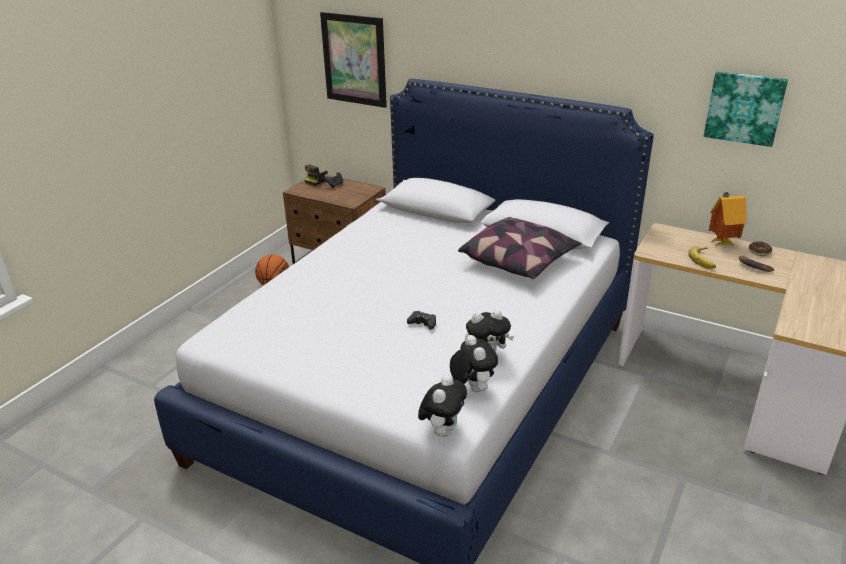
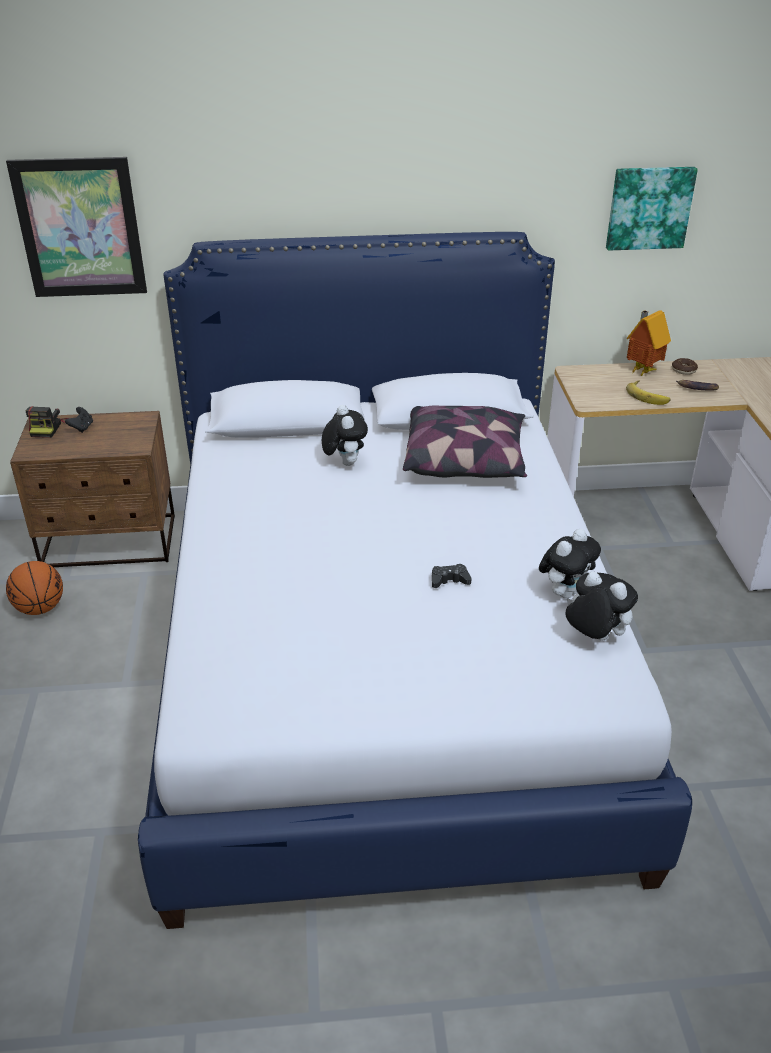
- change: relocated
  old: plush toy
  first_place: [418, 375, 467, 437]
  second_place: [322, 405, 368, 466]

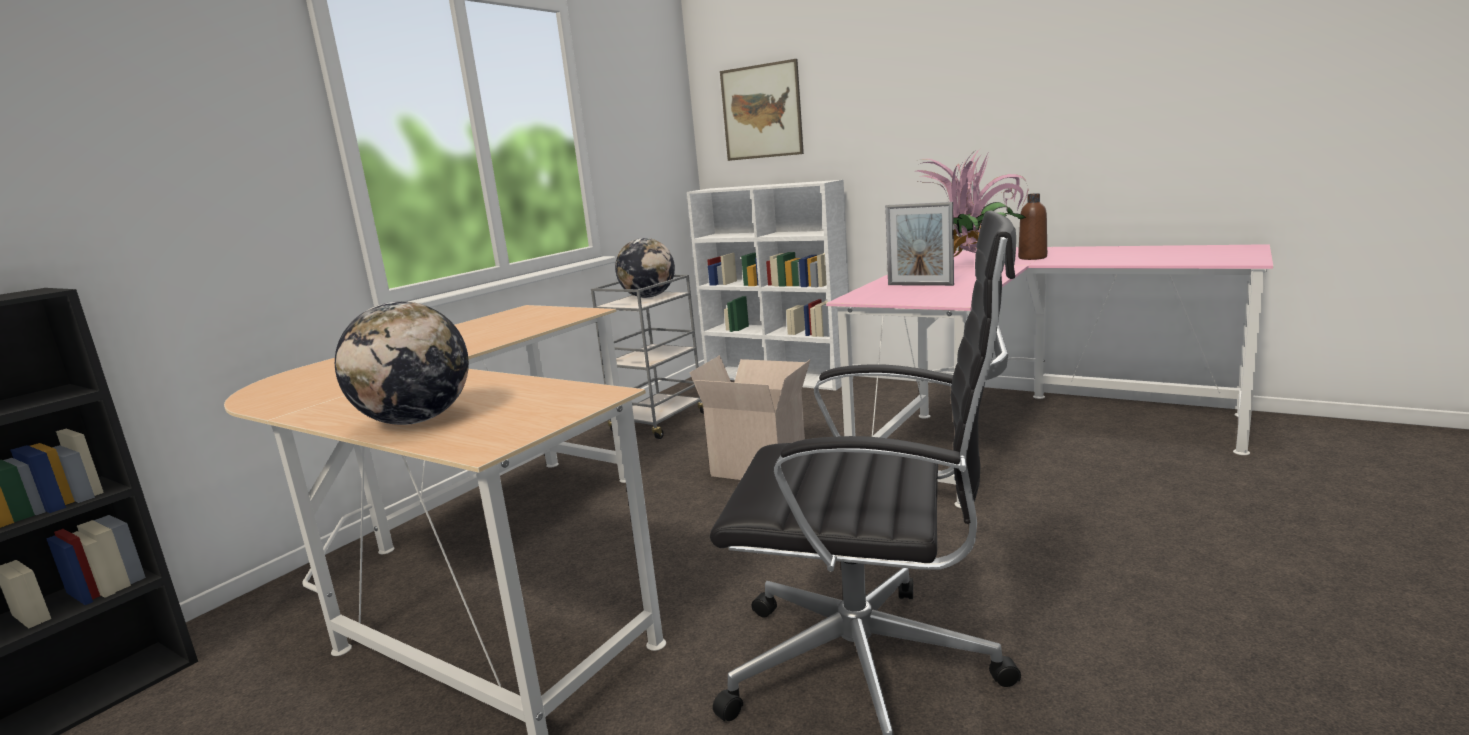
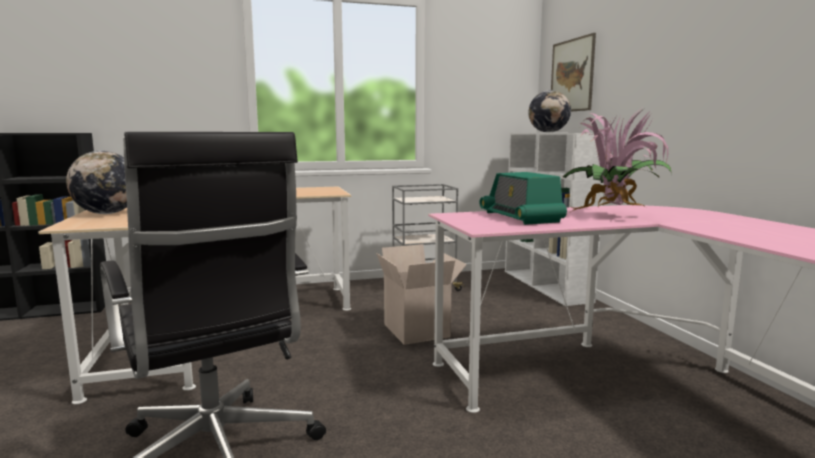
- change: relocated
  old: globe
  first_place: [615, 238, 675, 298]
  second_place: [528, 90, 571, 133]
- change: exchanged
  old: picture frame
  new: radio
  first_place: [885, 202, 954, 286]
  second_place: [479, 172, 567, 225]
- change: missing
  old: brown bottle
  first_place: [1018, 193, 1047, 260]

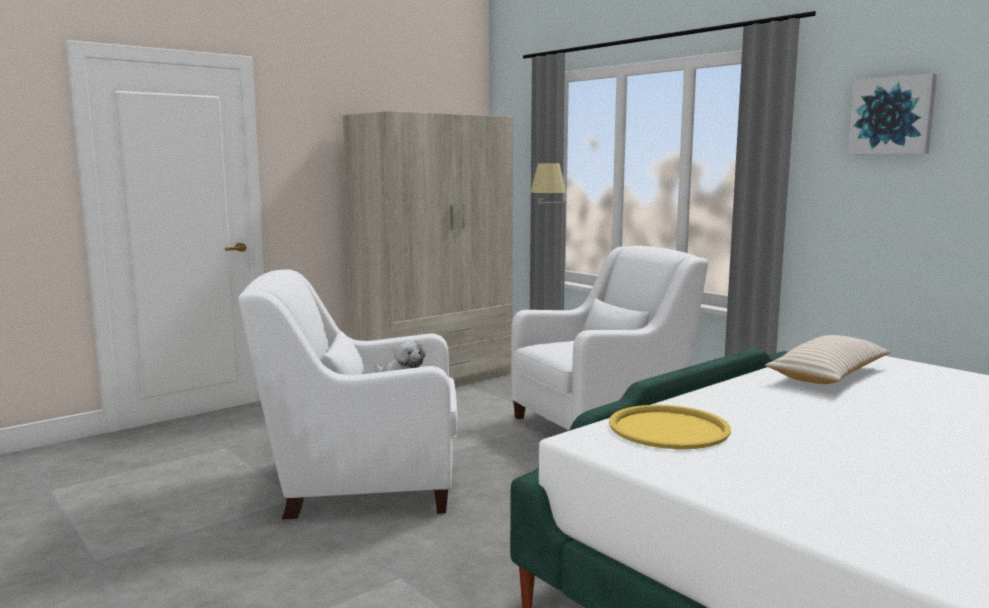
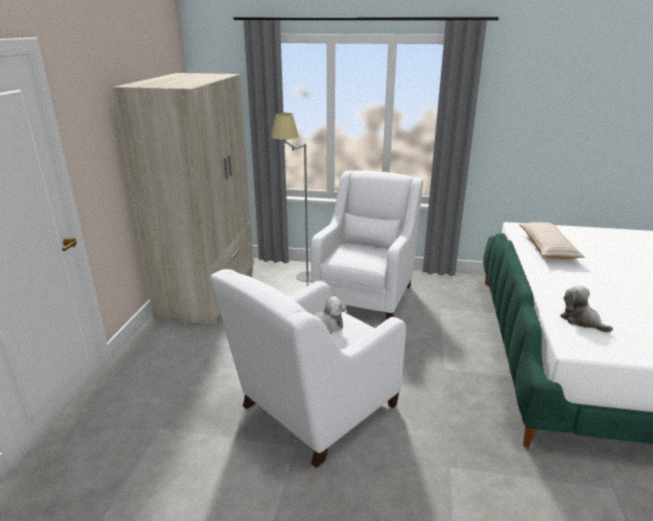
- change: exchanged
  old: yellow tray
  new: plush toy
  first_place: [609, 405, 731, 449]
  second_place: [560, 286, 613, 333]
- change: missing
  old: picture
  first_place: [848, 74, 937, 154]

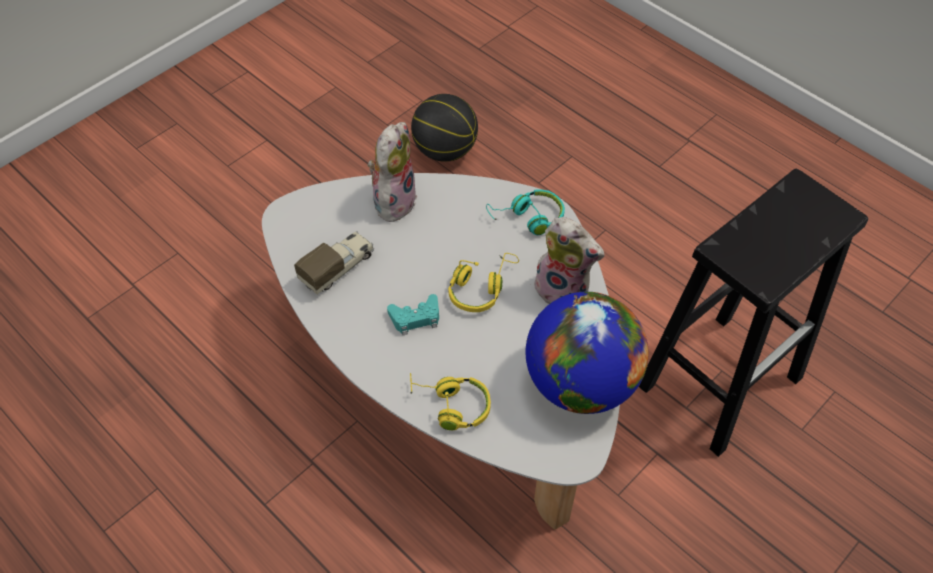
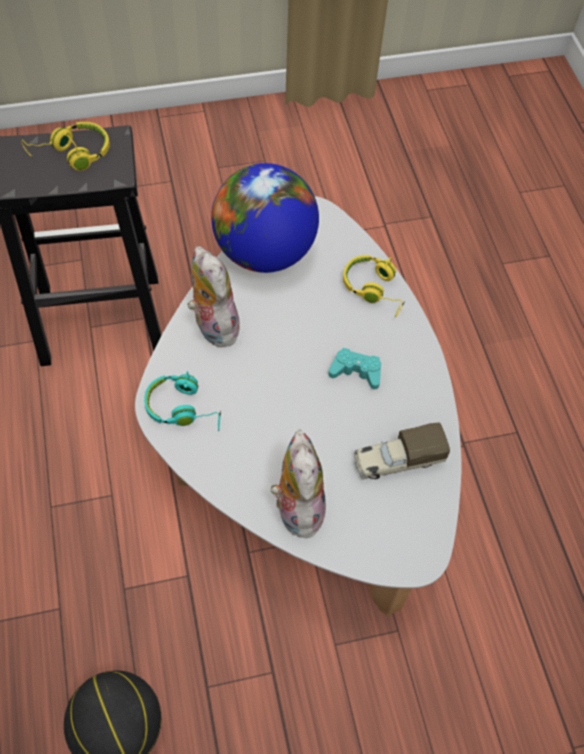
- change: spun
  old: plush toy
  first_place: [368, 122, 417, 223]
  second_place: [271, 429, 326, 539]
  degrees: 120
- change: relocated
  old: yellow headphones
  first_place: [448, 253, 519, 312]
  second_place: [21, 122, 110, 171]

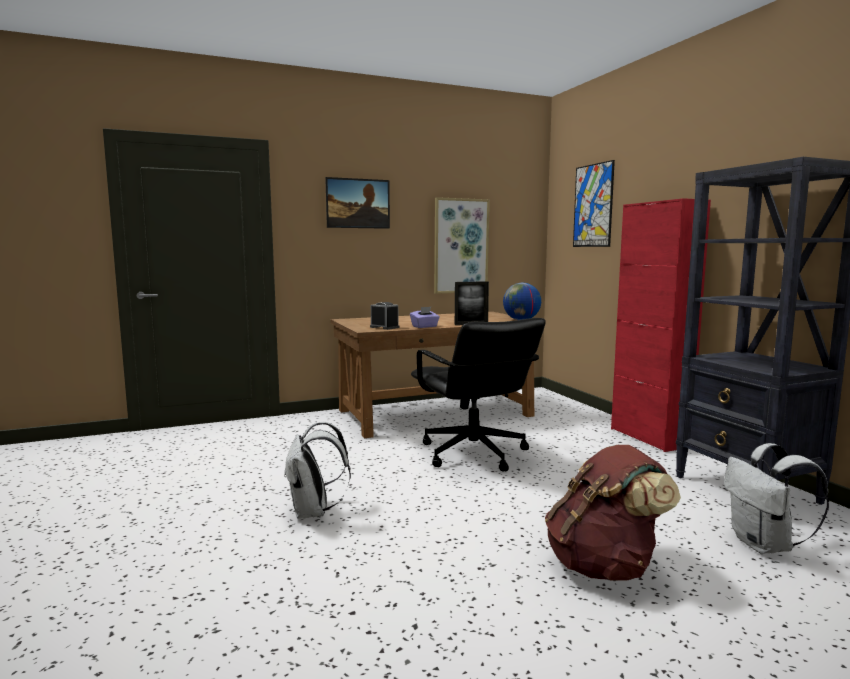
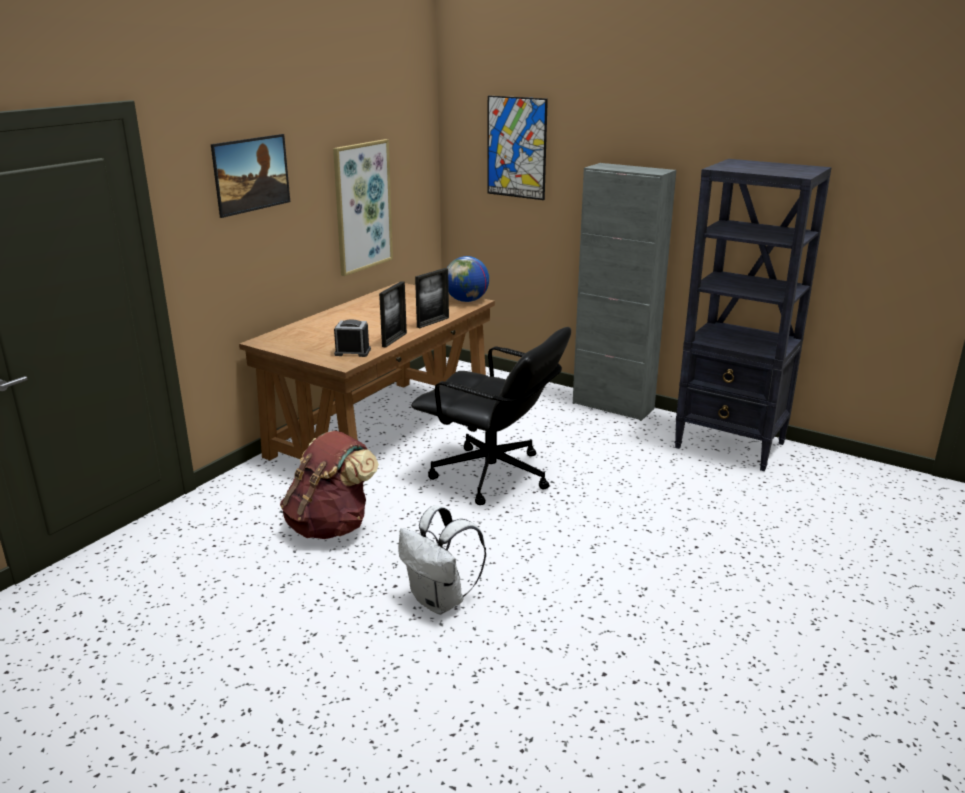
- change: exchanged
  old: purple tissue box
  new: picture frame
  first_place: [410, 307, 440, 328]
  second_place: [379, 281, 407, 348]
- change: relocated
  old: brown backpack
  first_place: [545, 445, 681, 580]
  second_place: [280, 431, 379, 539]
- change: colour
  old: red cabinet
  new: grey cabinet
  first_place: [611, 198, 711, 452]
  second_place: [573, 163, 676, 421]
- change: missing
  old: white backpack
  first_place: [724, 443, 830, 554]

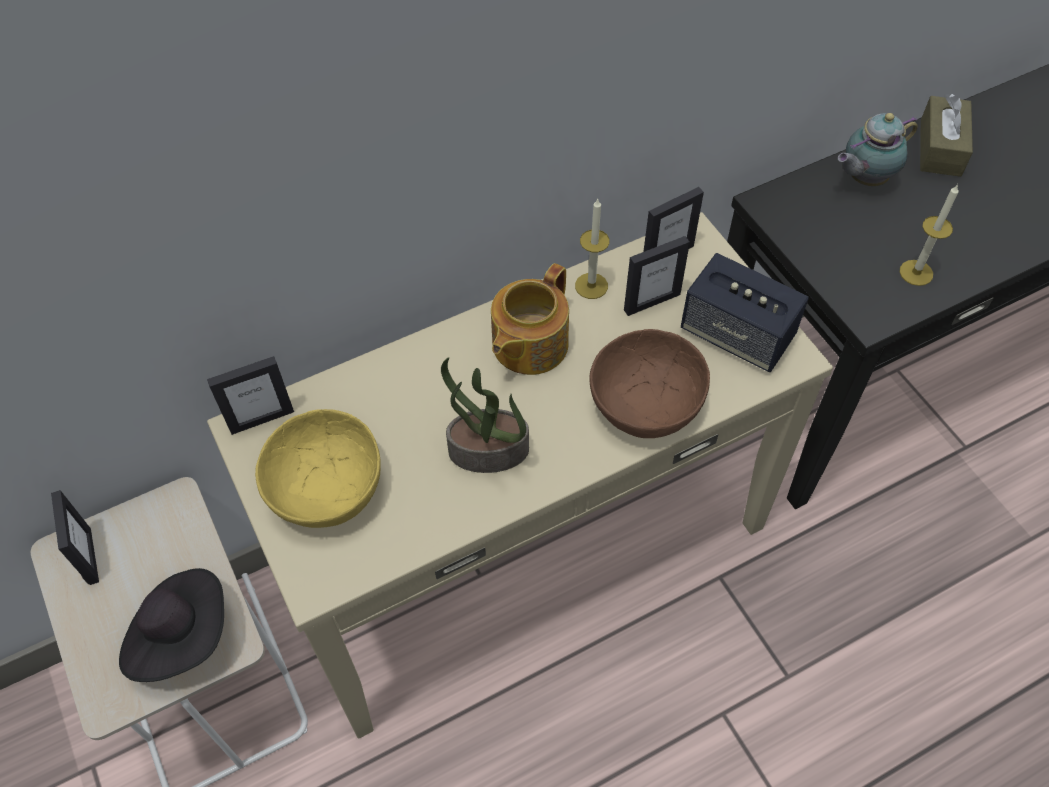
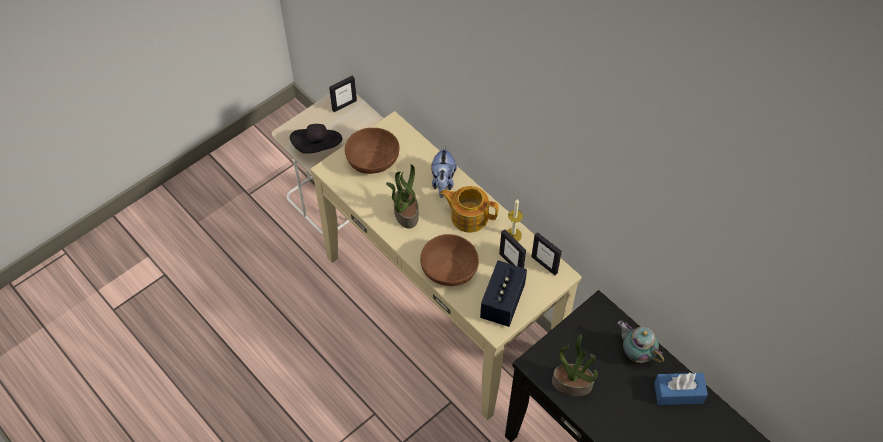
- change: missing
  old: picture frame
  first_place: [207, 356, 294, 435]
- change: colour
  old: yellow bowl
  new: brown bowl
  first_place: [255, 409, 381, 528]
  second_place: [345, 128, 399, 174]
- change: exchanged
  old: candle
  new: potted plant
  first_place: [900, 184, 959, 286]
  second_place: [552, 334, 598, 396]
- change: colour
  old: brown tissue box
  new: blue tissue box
  first_place: [920, 93, 973, 177]
  second_place: [654, 373, 708, 405]
- change: appeared
  new: plush toy
  second_place: [431, 145, 457, 198]

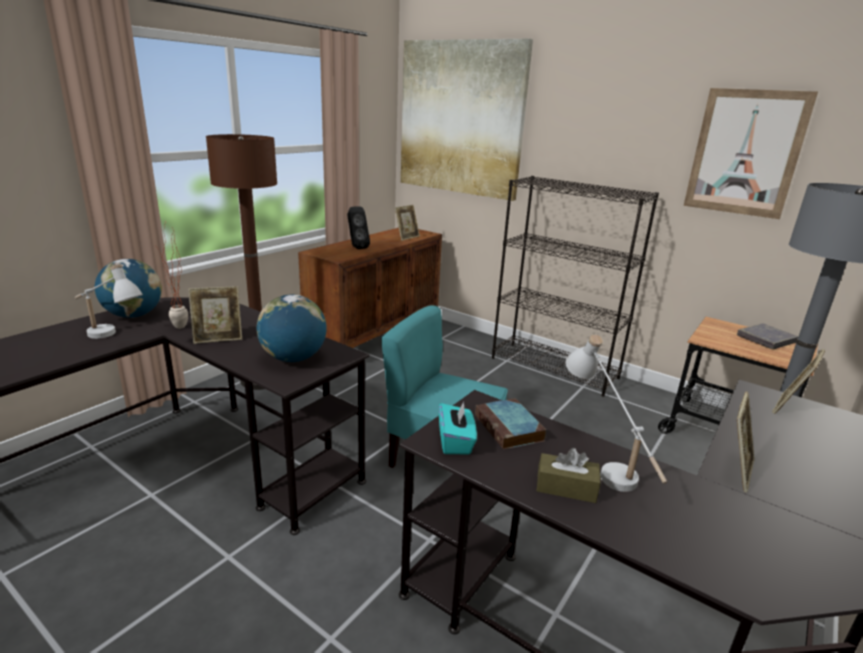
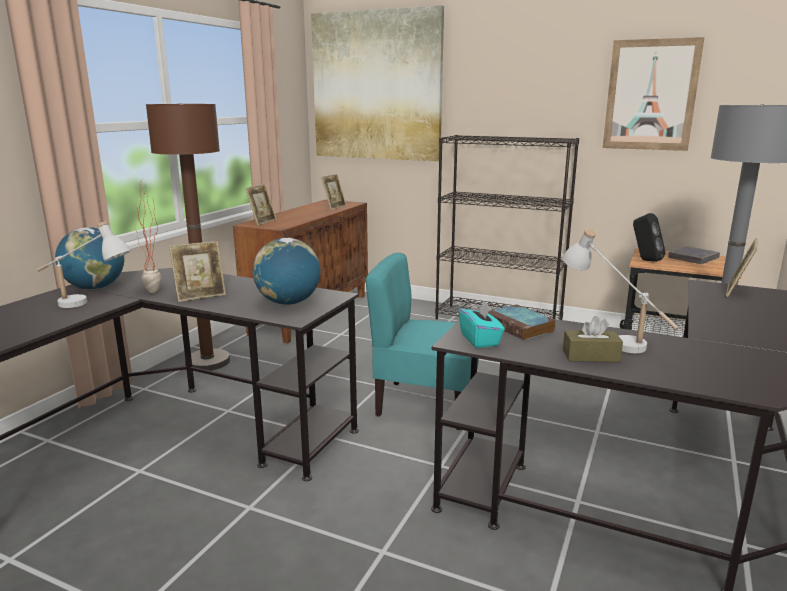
- change: relocated
  old: black speaker
  first_place: [347, 206, 370, 249]
  second_place: [633, 213, 666, 262]
- change: relocated
  old: picture frame
  first_place: [737, 392, 755, 492]
  second_place: [245, 184, 277, 225]

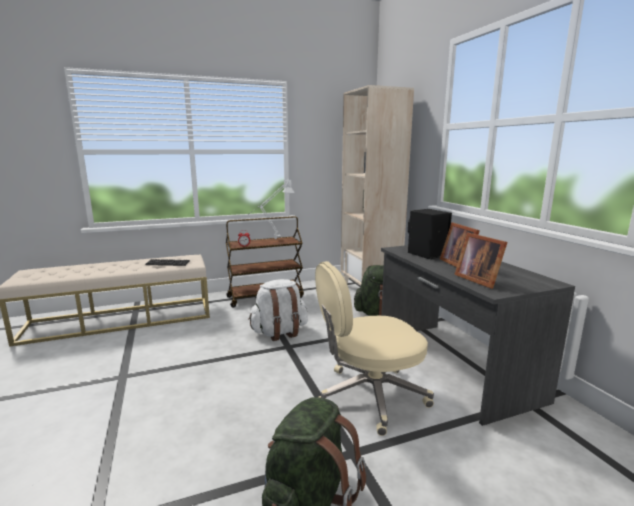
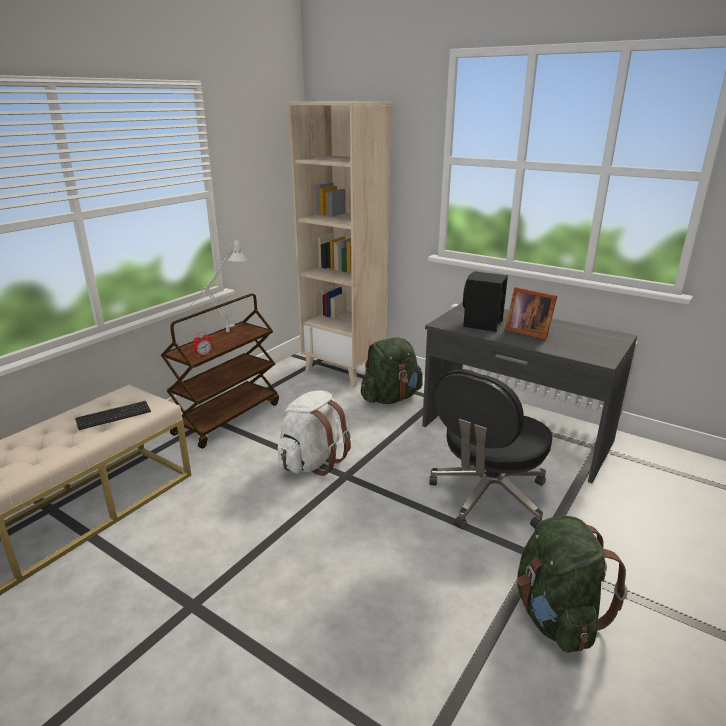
- change: colour
  old: beige office chair
  new: black office chair
  first_place: [315, 261, 434, 436]
  second_place: [429, 369, 552, 529]
- change: missing
  old: picture frame
  first_place: [454, 232, 508, 289]

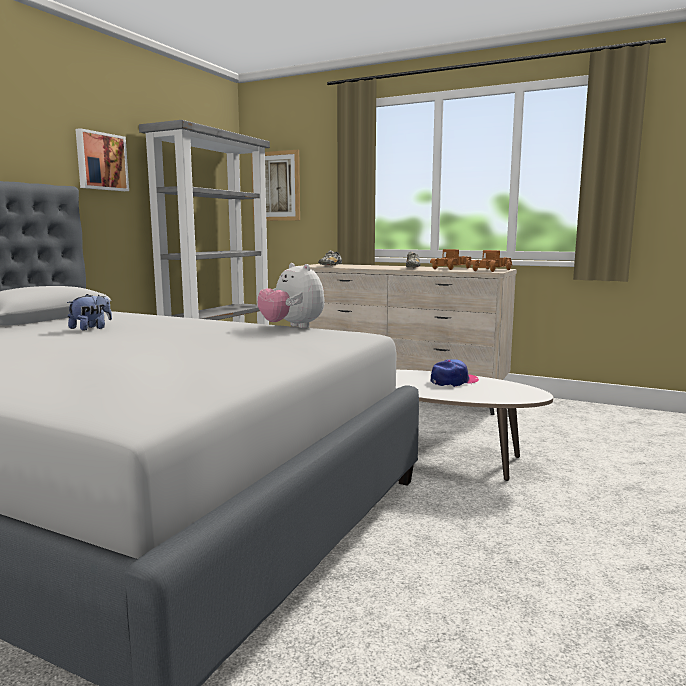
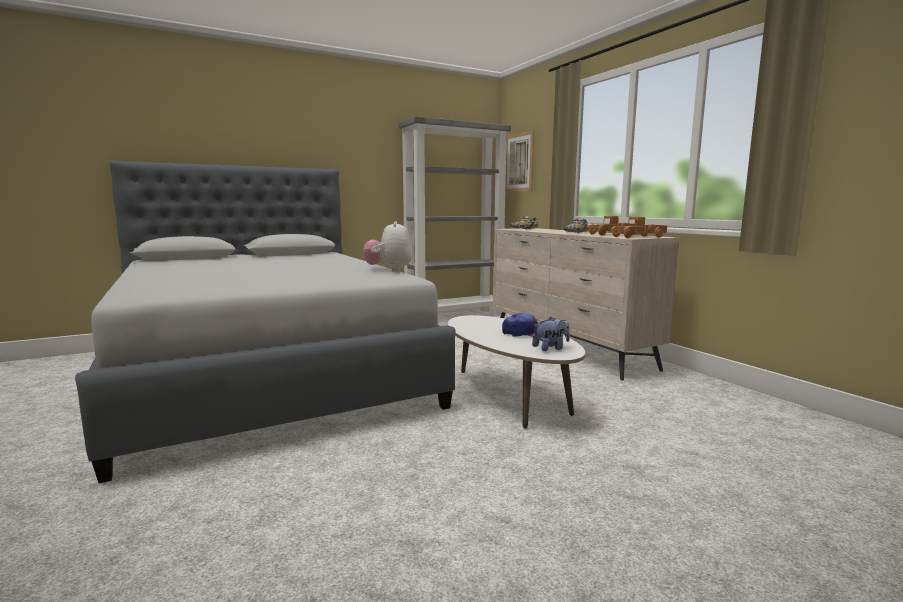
- change: relocated
  old: plush toy
  first_place: [67, 294, 112, 331]
  second_place: [532, 317, 570, 351]
- change: missing
  old: picture
  first_place: [76, 128, 129, 191]

